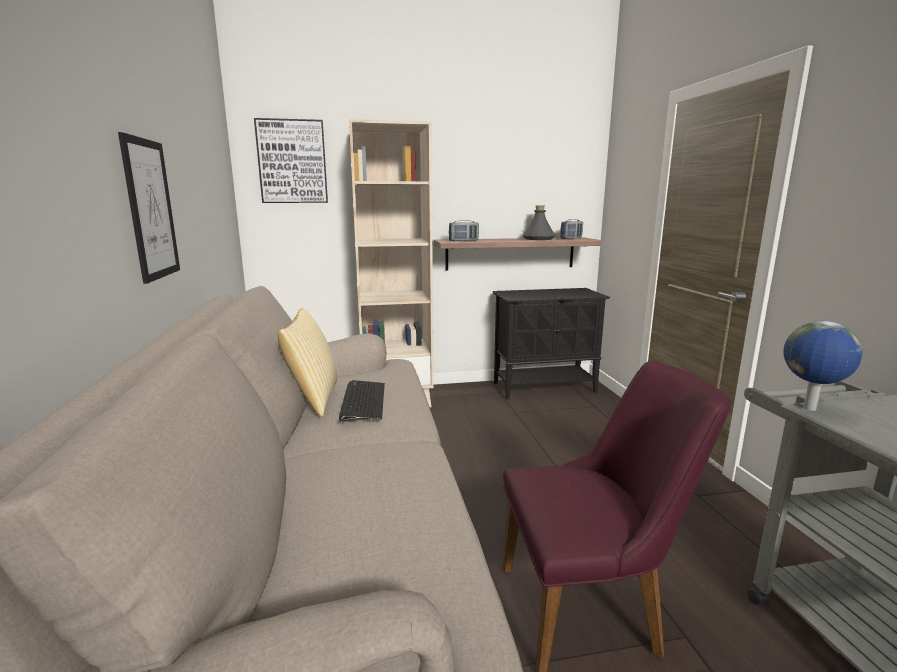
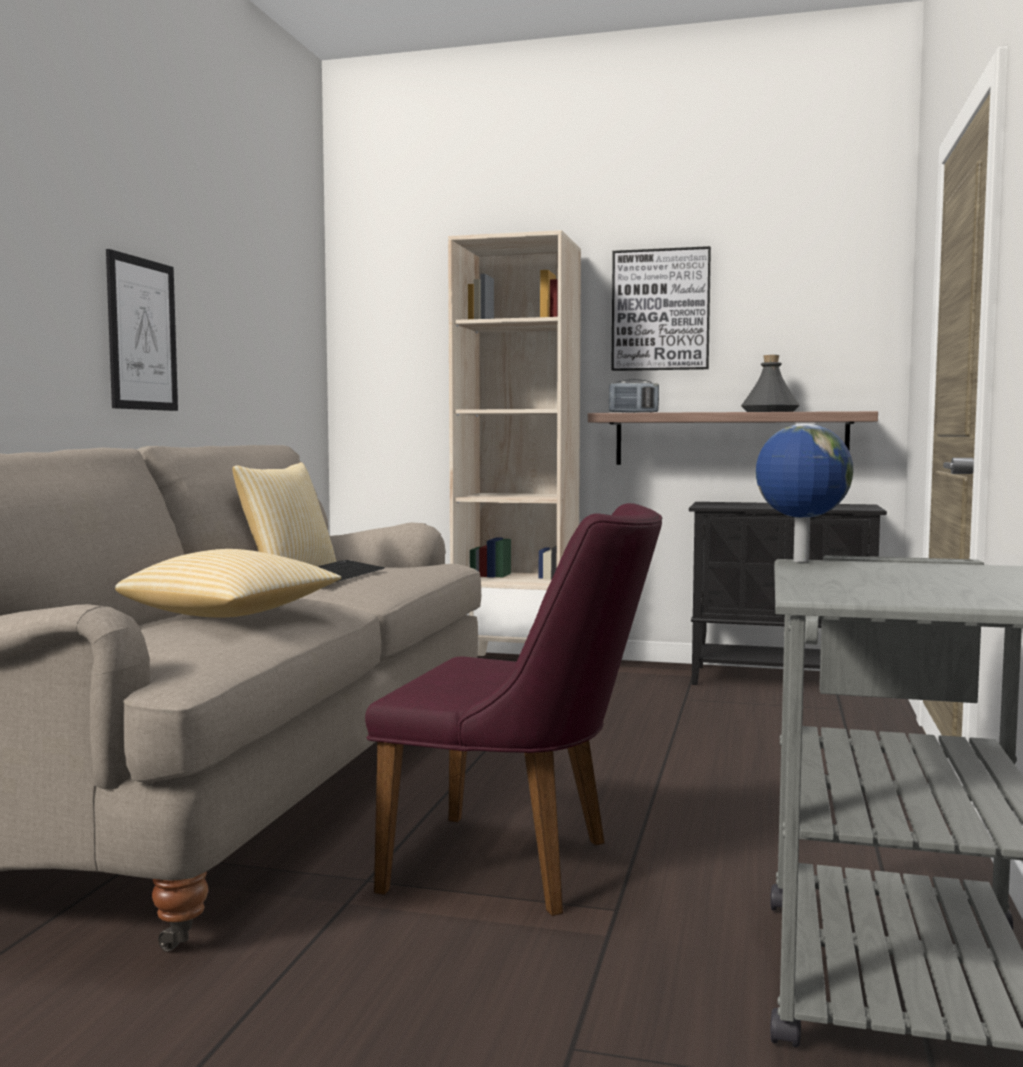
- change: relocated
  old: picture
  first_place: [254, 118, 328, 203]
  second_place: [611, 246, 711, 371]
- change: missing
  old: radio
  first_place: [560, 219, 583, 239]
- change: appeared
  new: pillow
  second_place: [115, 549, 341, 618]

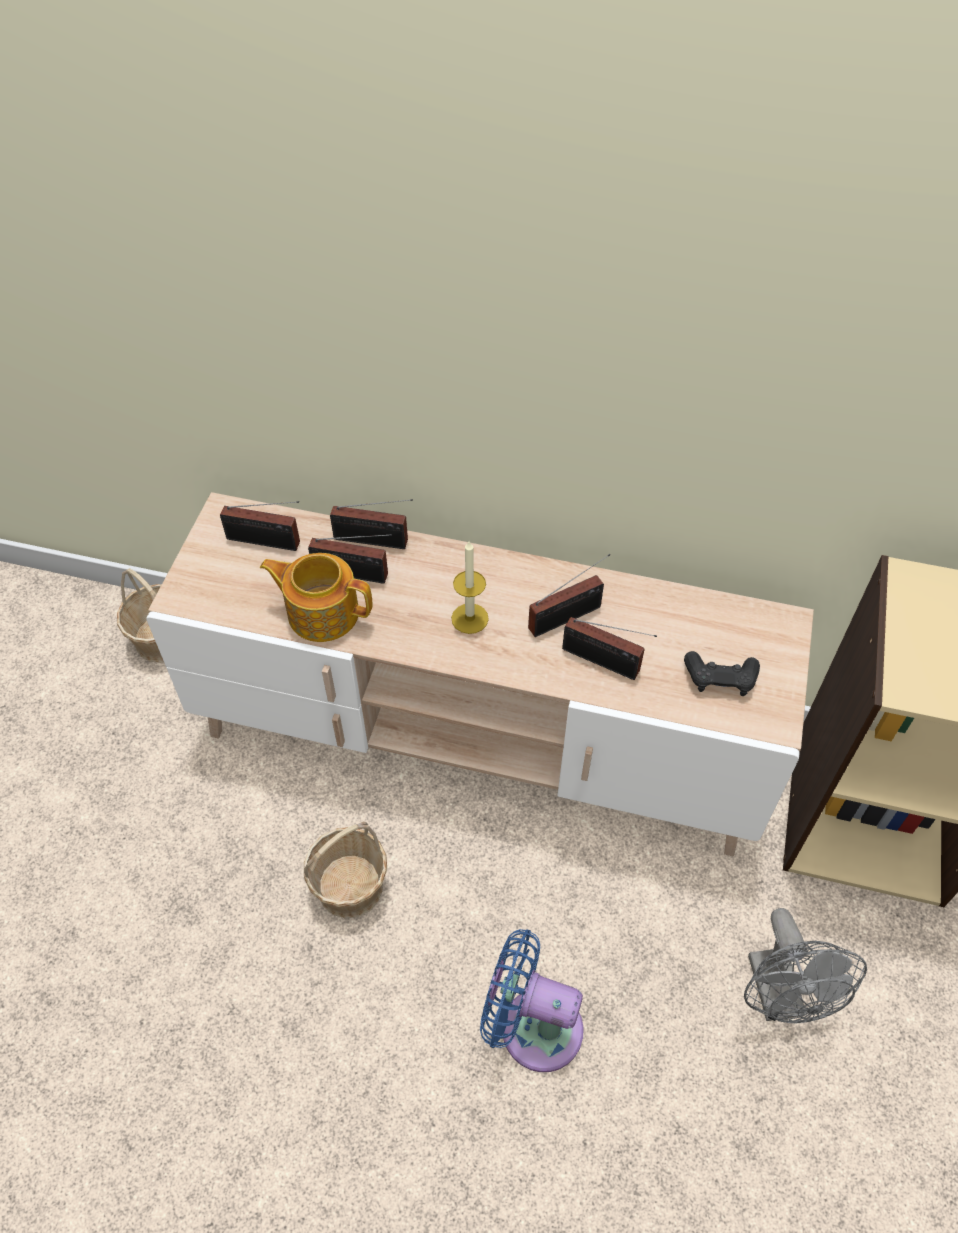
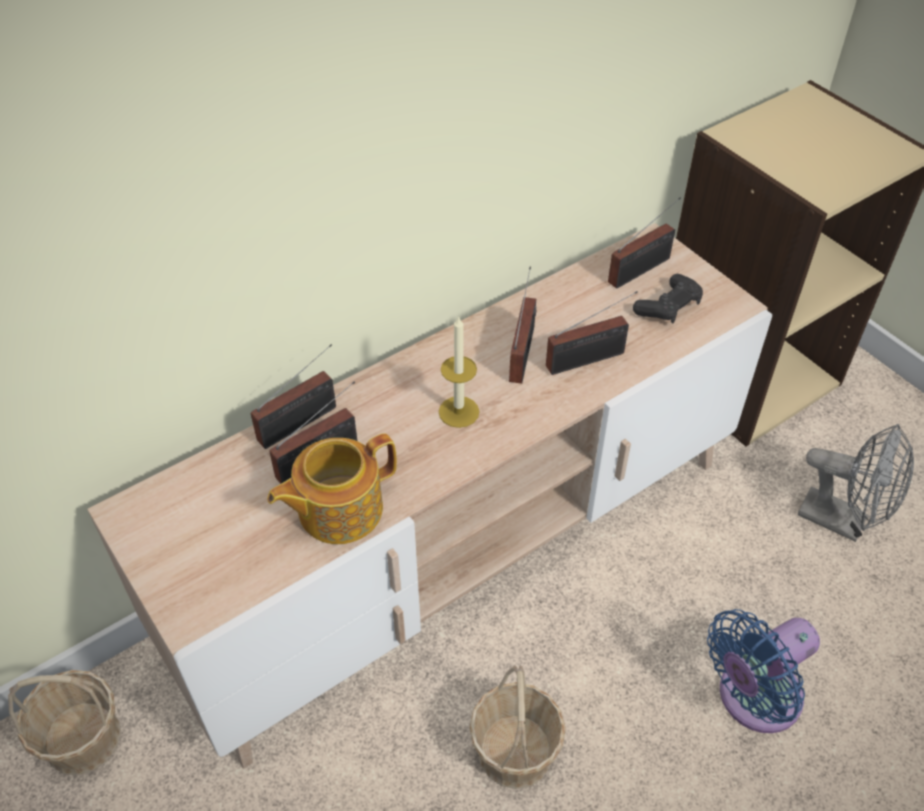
- change: relocated
  old: radio
  first_place: [220, 501, 300, 551]
  second_place: [608, 197, 681, 289]

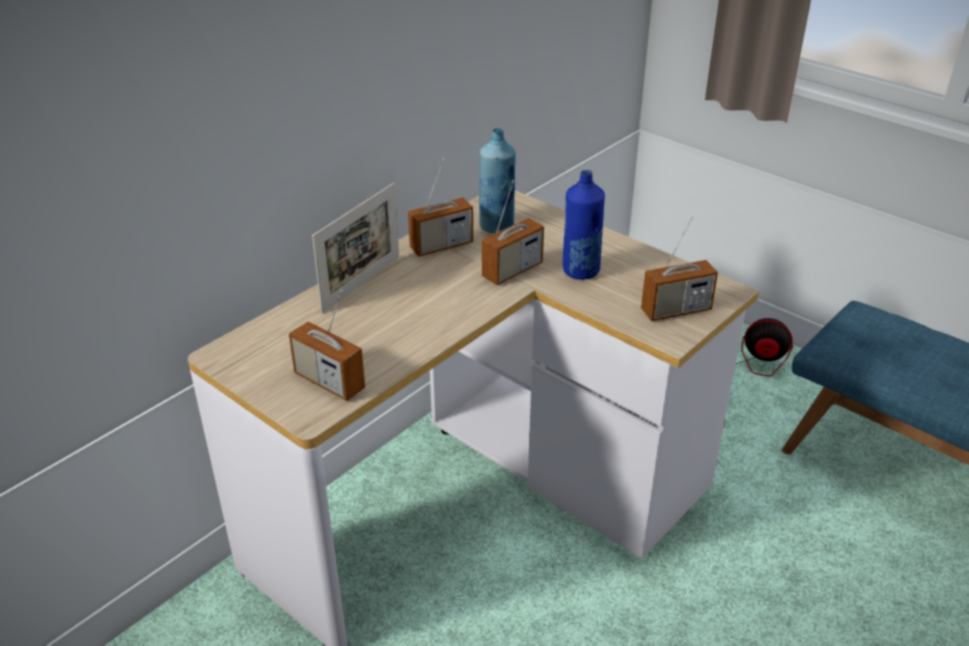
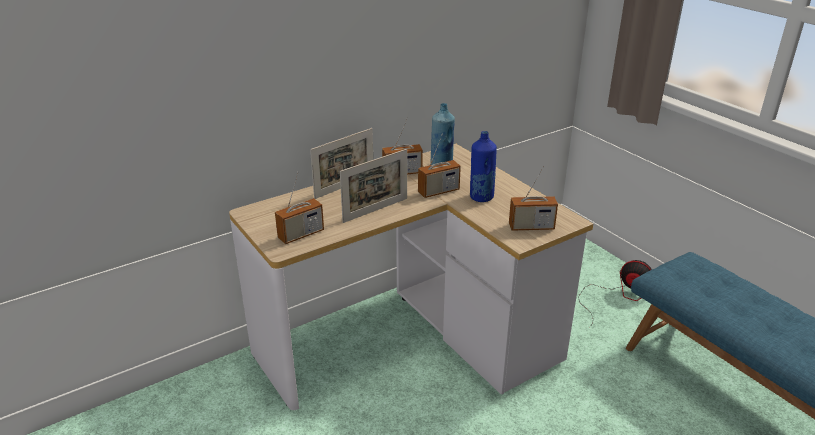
- change: spun
  old: radio
  first_place: [289, 290, 365, 401]
  second_place: [275, 171, 324, 244]
  degrees: -90
- change: appeared
  new: picture frame
  second_place: [340, 149, 407, 223]

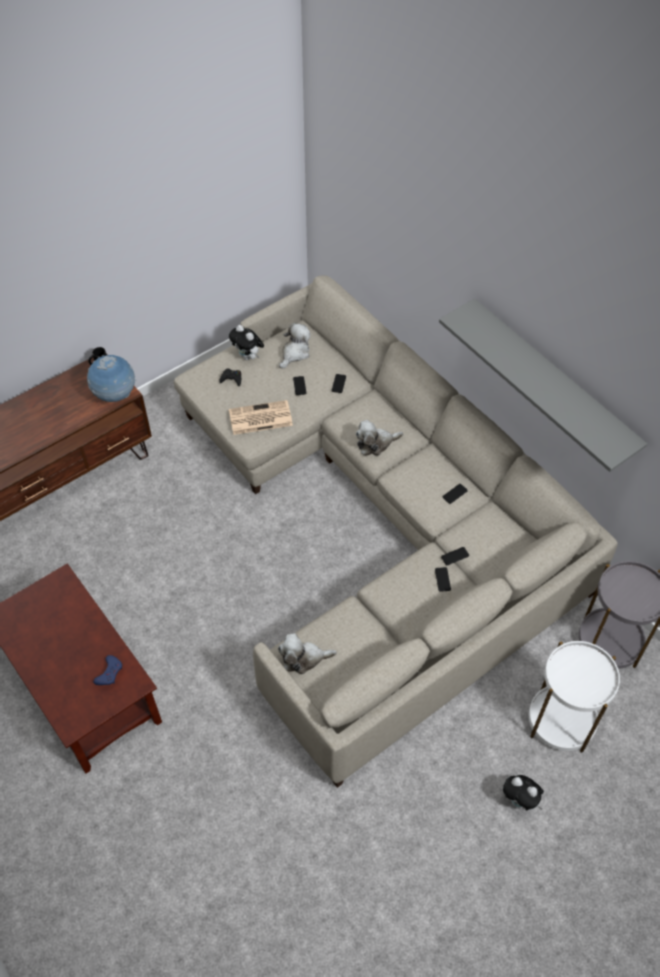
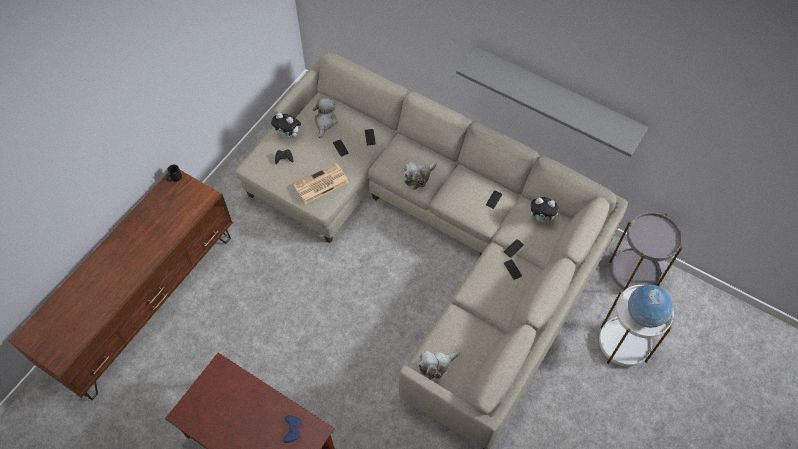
- change: relocated
  old: globe
  first_place: [87, 355, 136, 402]
  second_place: [628, 284, 673, 328]
- change: relocated
  old: plush toy
  first_place: [503, 775, 544, 811]
  second_place: [529, 197, 561, 222]

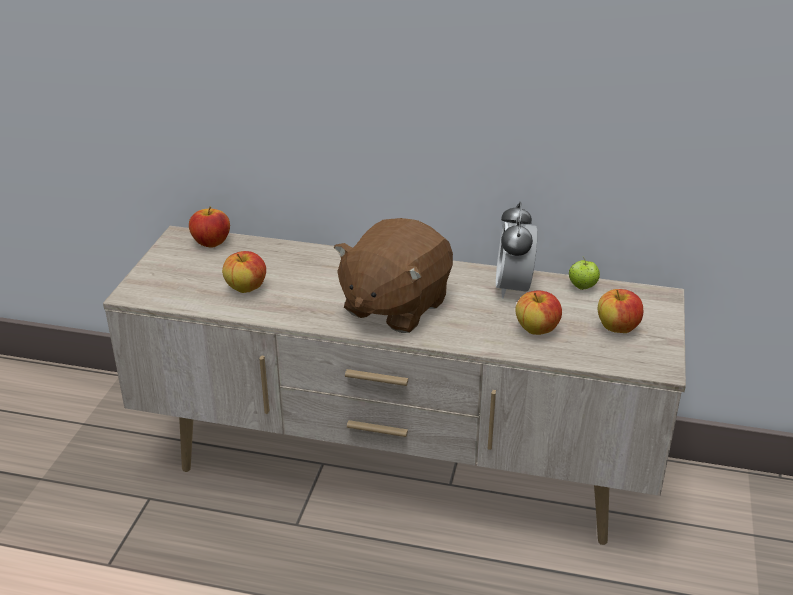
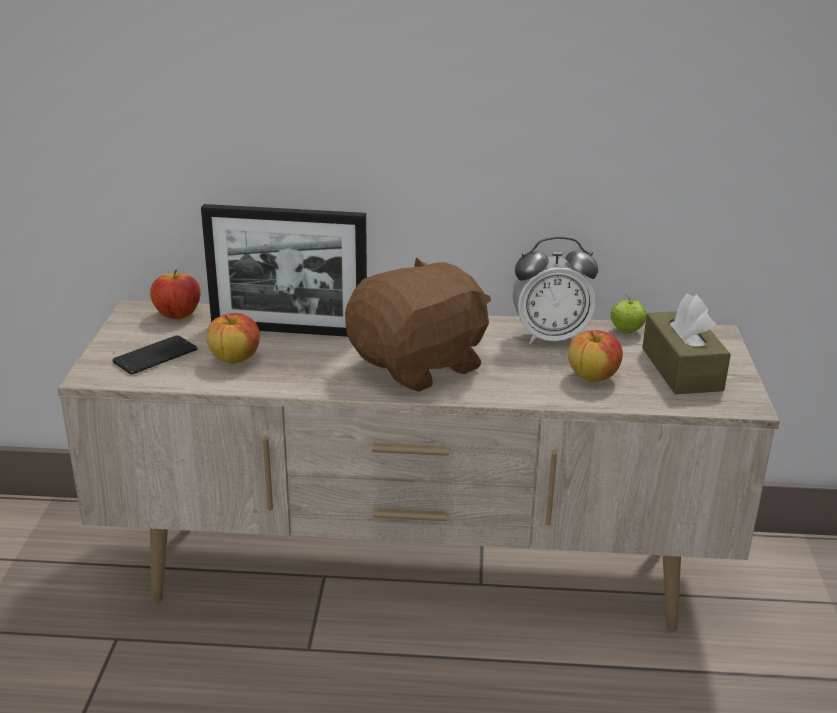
- change: spun
  old: brown plush toy
  first_place: [334, 218, 453, 333]
  second_place: [345, 258, 491, 392]
  degrees: -150
- change: spun
  old: alarm clock
  first_place: [496, 202, 537, 298]
  second_place: [513, 236, 598, 344]
  degrees: -90
- change: exchanged
  old: apple
  new: brown tissue box
  first_place: [598, 289, 643, 333]
  second_place: [642, 294, 731, 394]
- change: appeared
  new: phone
  second_place: [113, 335, 197, 375]
- change: appeared
  new: picture frame
  second_place: [201, 204, 367, 337]

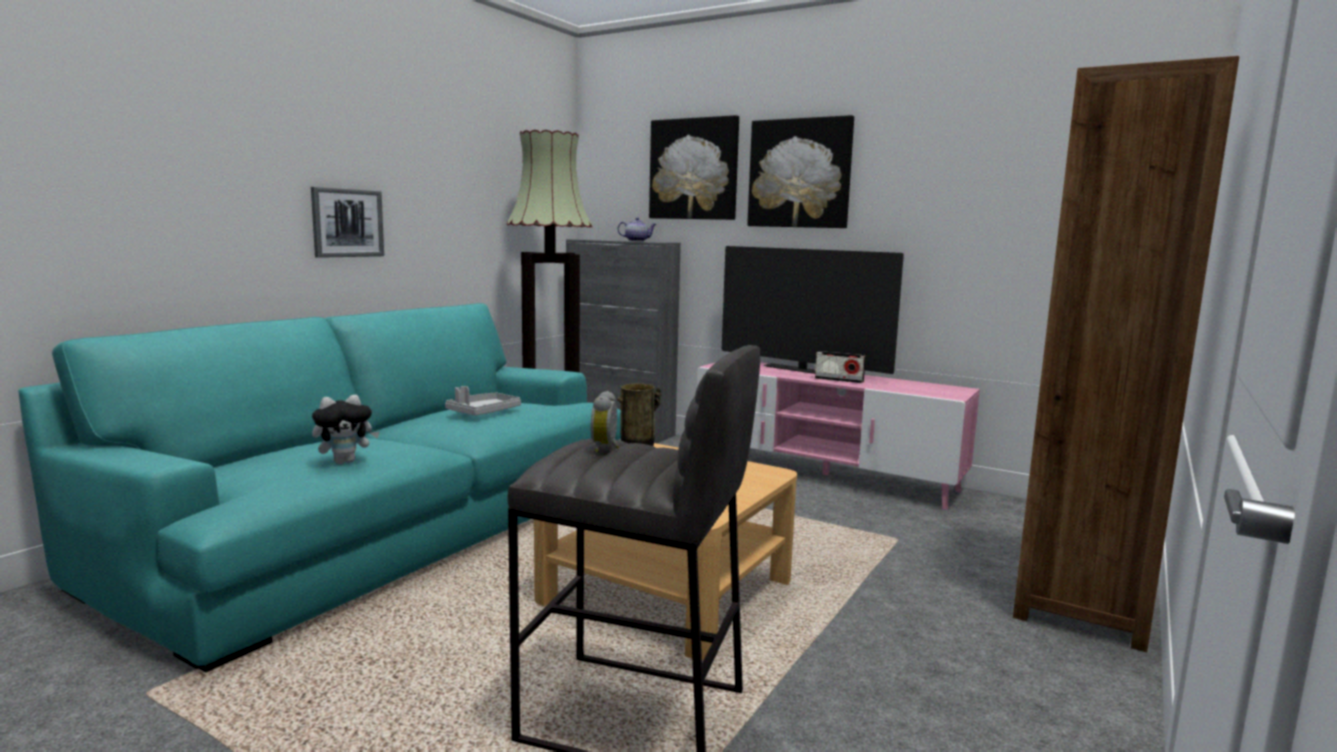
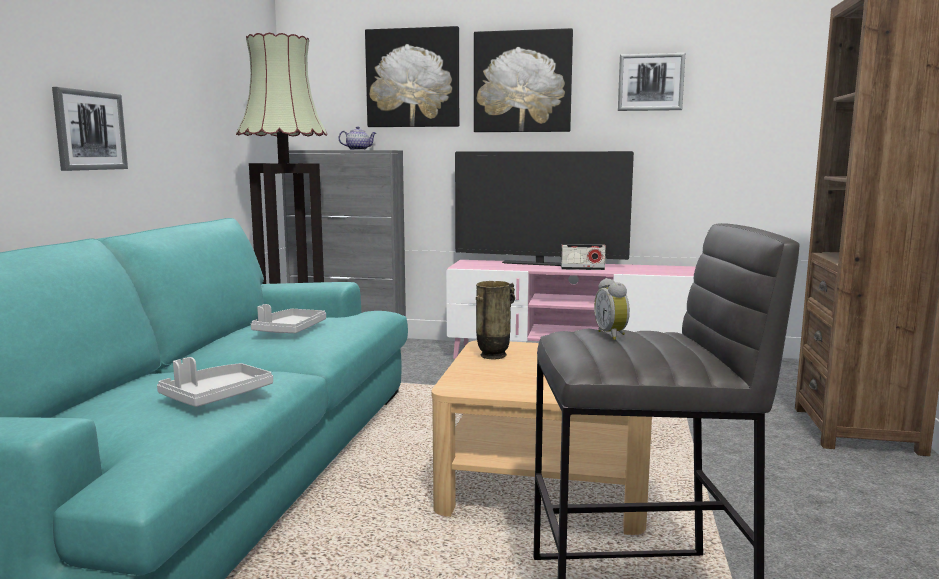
- change: exchanged
  old: plush toy
  new: grey tray
  first_place: [312, 395, 380, 464]
  second_place: [157, 357, 273, 407]
- change: appeared
  new: picture
  second_place: [618, 53, 685, 111]

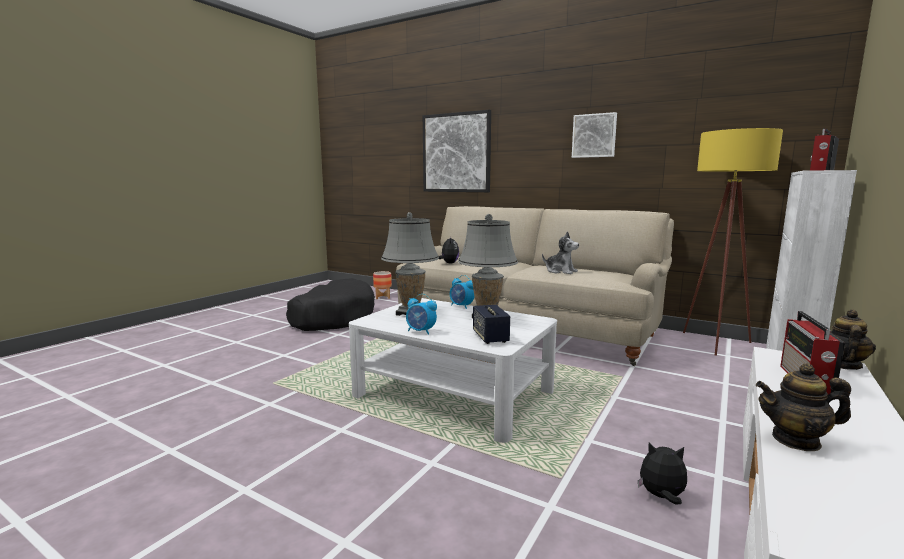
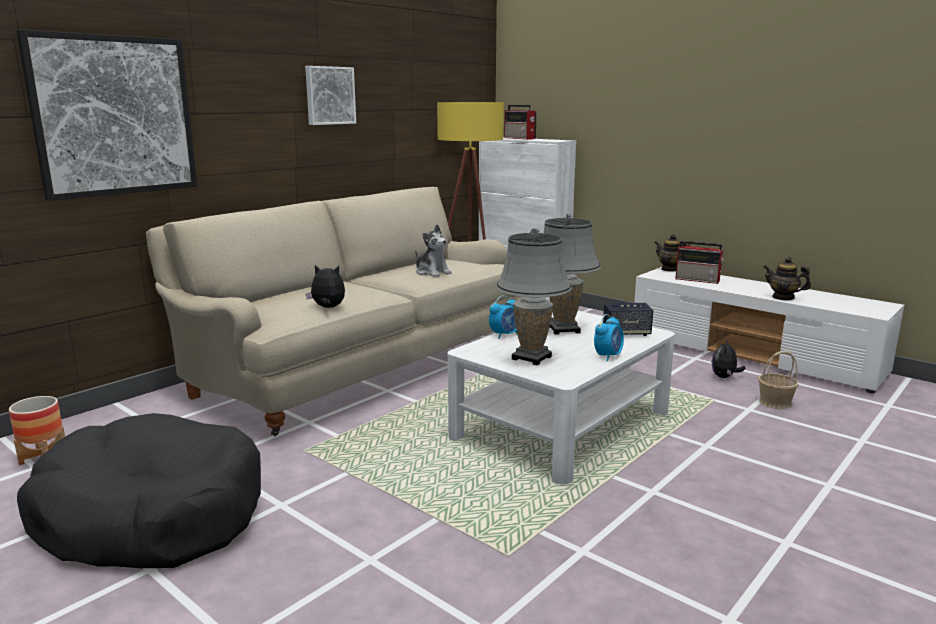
- change: spun
  old: plush toy
  first_place: [542, 231, 579, 274]
  second_place: [415, 224, 452, 277]
  degrees: 90
- change: spun
  old: teapot
  first_place: [756, 363, 851, 451]
  second_place: [764, 257, 811, 300]
  degrees: 105
- change: appeared
  new: basket
  second_place: [758, 351, 799, 409]

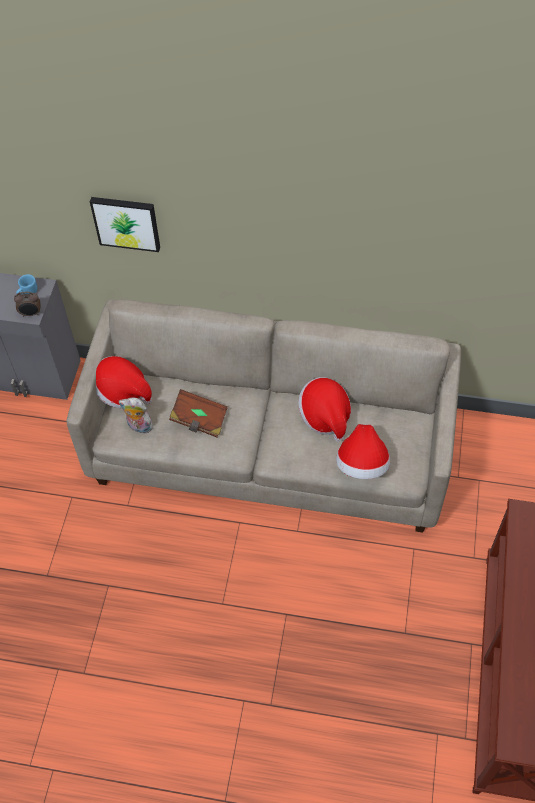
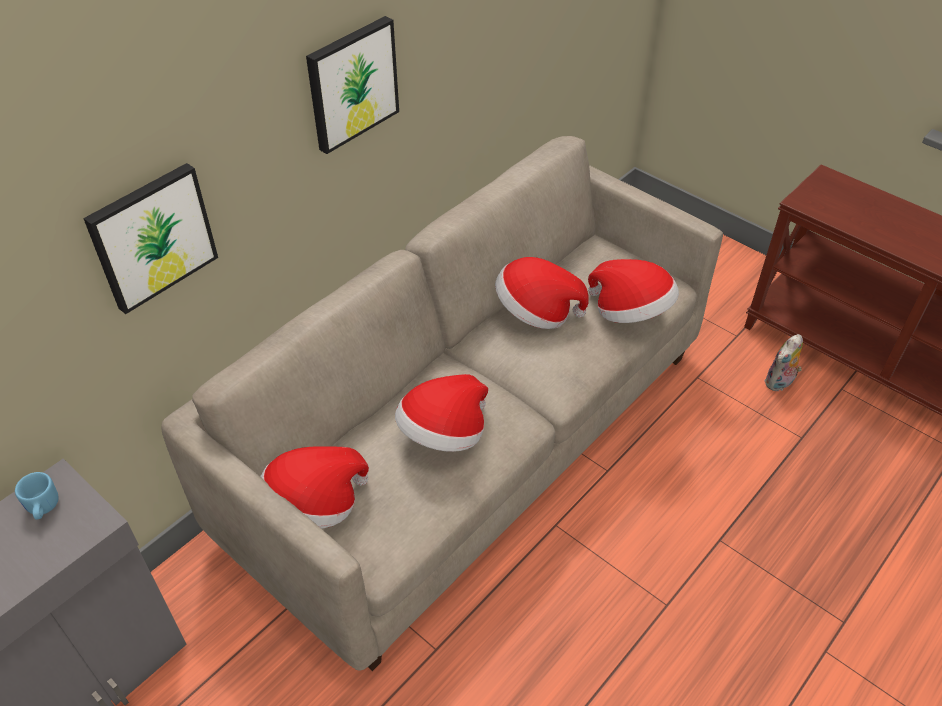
- change: missing
  old: alarm clock
  first_place: [14, 292, 41, 317]
- change: relocated
  old: plush toy
  first_place: [119, 397, 153, 433]
  second_place: [764, 334, 803, 391]
- change: exchanged
  old: brown book
  new: hat
  first_place: [169, 389, 228, 437]
  second_place: [395, 374, 488, 452]
- change: appeared
  new: picture
  second_place: [306, 16, 399, 154]

